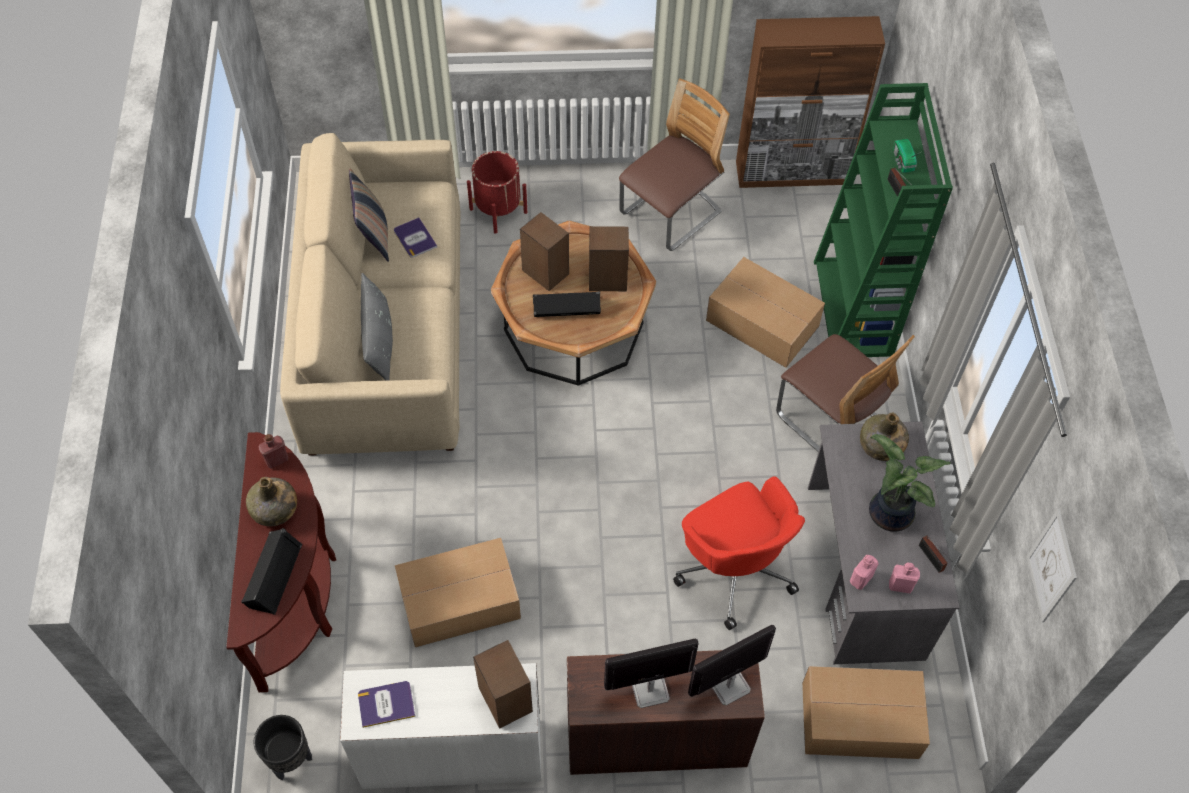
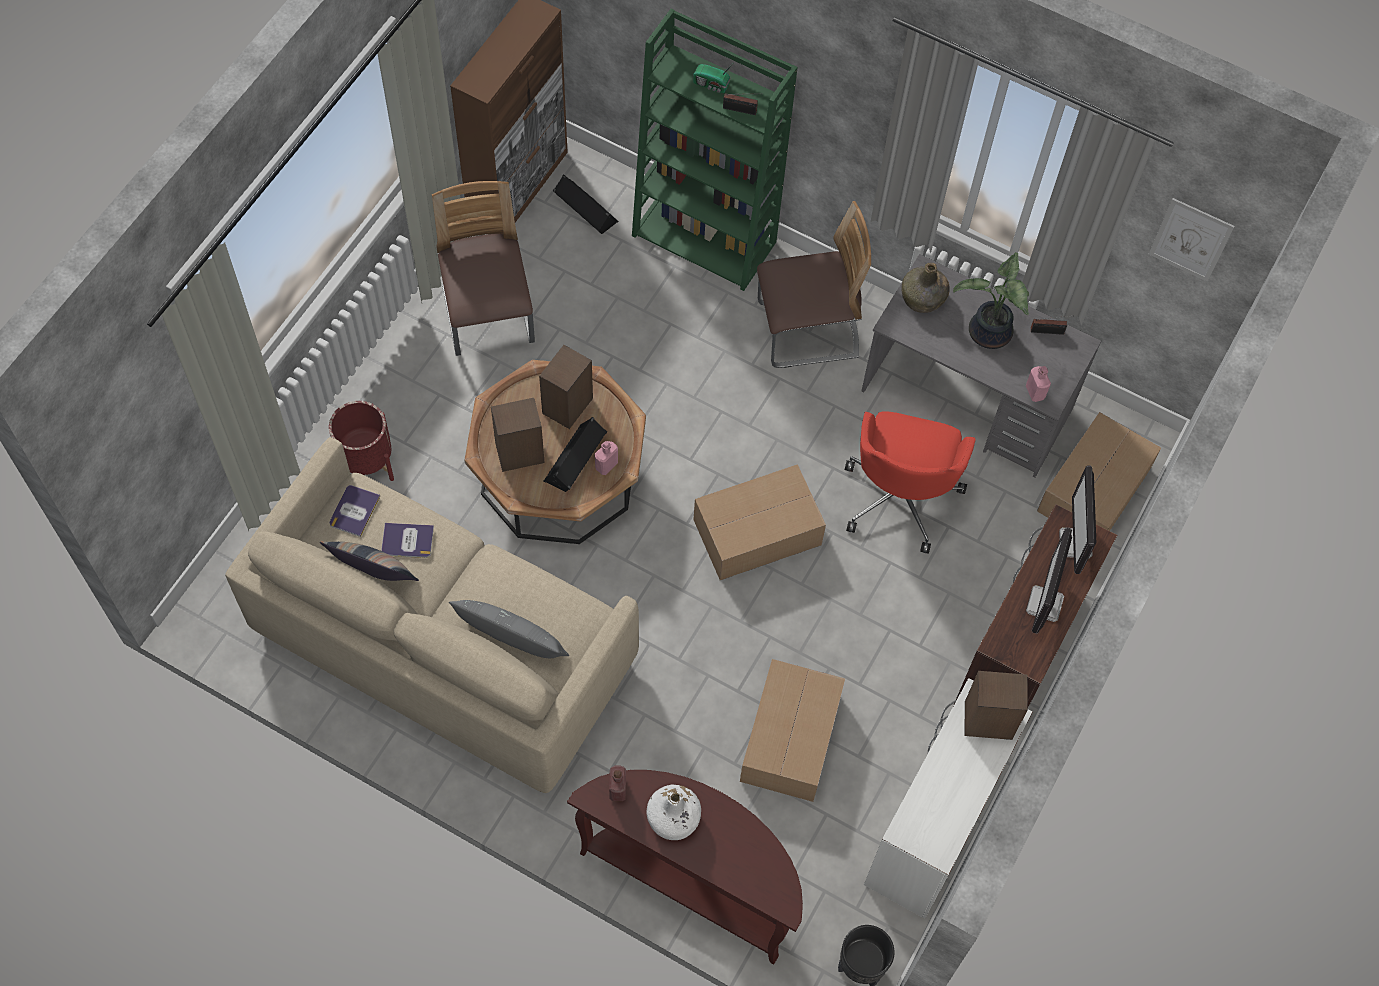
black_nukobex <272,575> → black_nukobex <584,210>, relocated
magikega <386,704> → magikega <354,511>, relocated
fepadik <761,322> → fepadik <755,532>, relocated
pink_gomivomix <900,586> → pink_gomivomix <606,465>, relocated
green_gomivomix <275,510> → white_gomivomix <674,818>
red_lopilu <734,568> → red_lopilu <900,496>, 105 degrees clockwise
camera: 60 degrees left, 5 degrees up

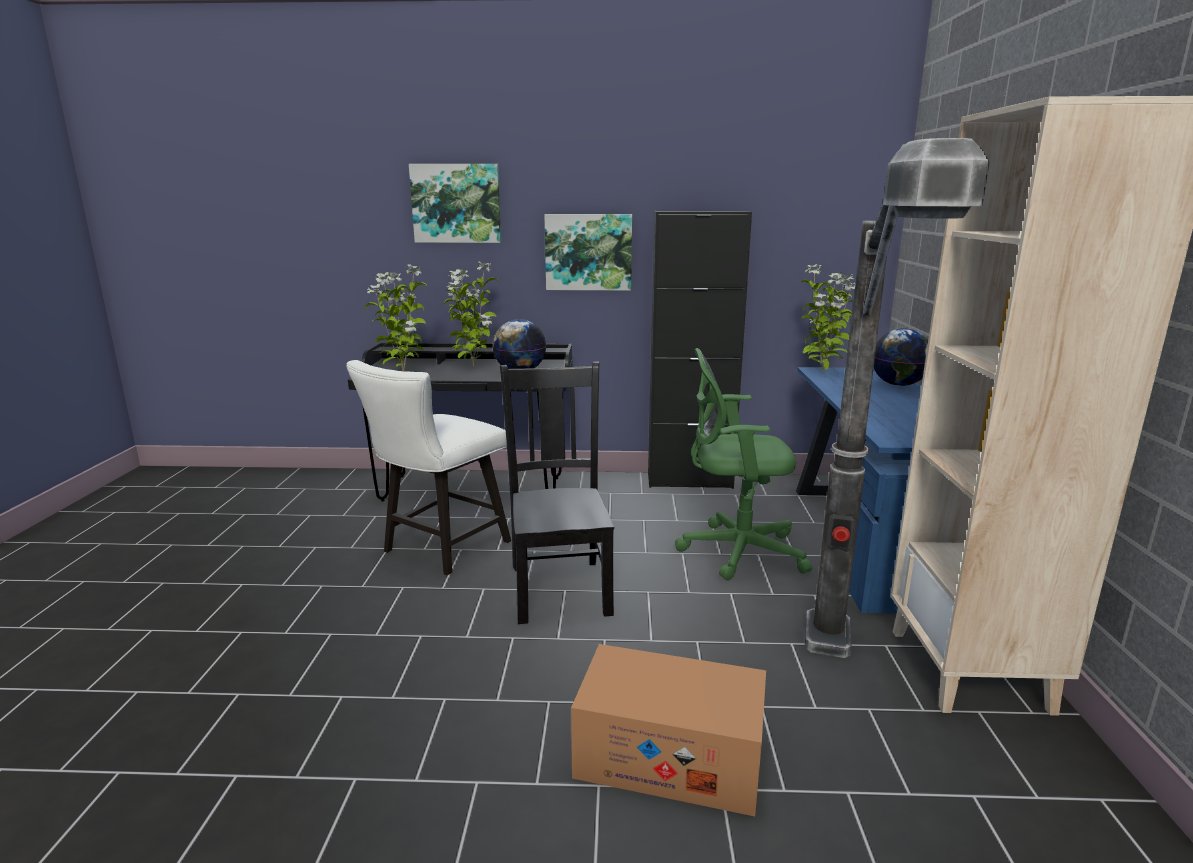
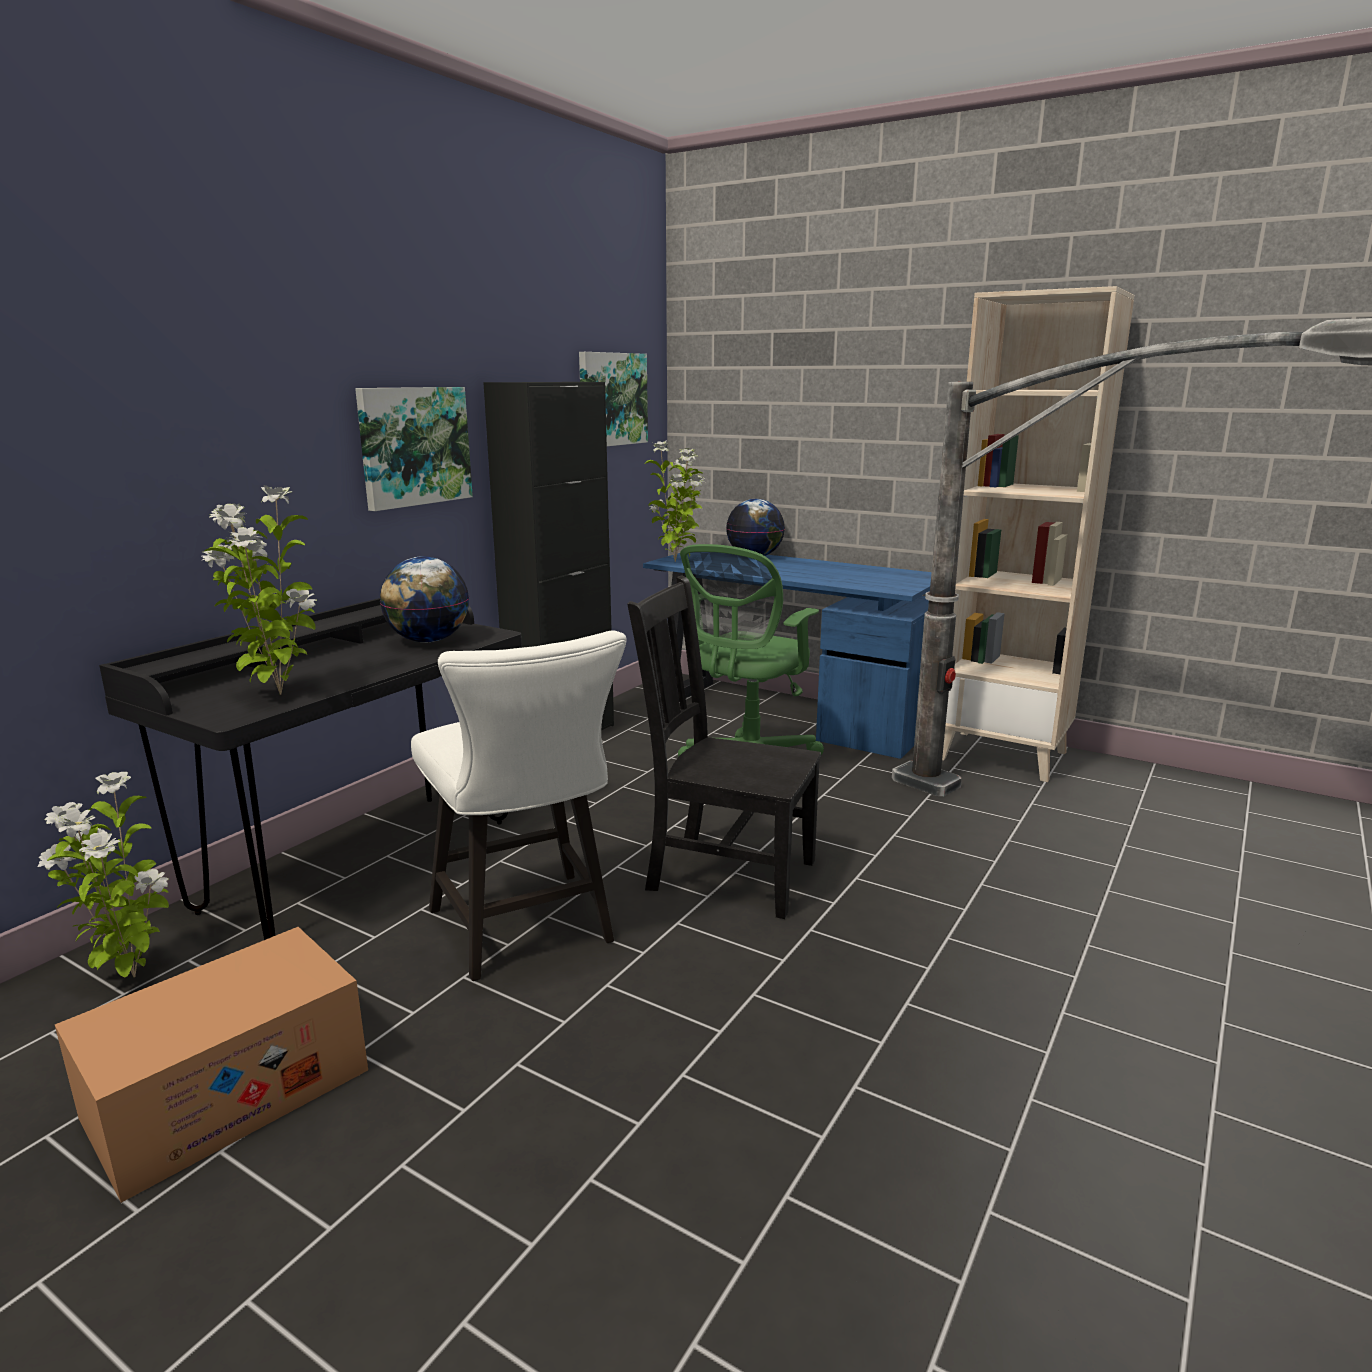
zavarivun <456,203> → zavarivun <611,399>, relocated
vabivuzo <472,366> → vabivuzo <130,977>, relocated
fepadik <669,756> → fepadik <228,1093>, relocated
camera: 60 degrees left, 0 degrees up

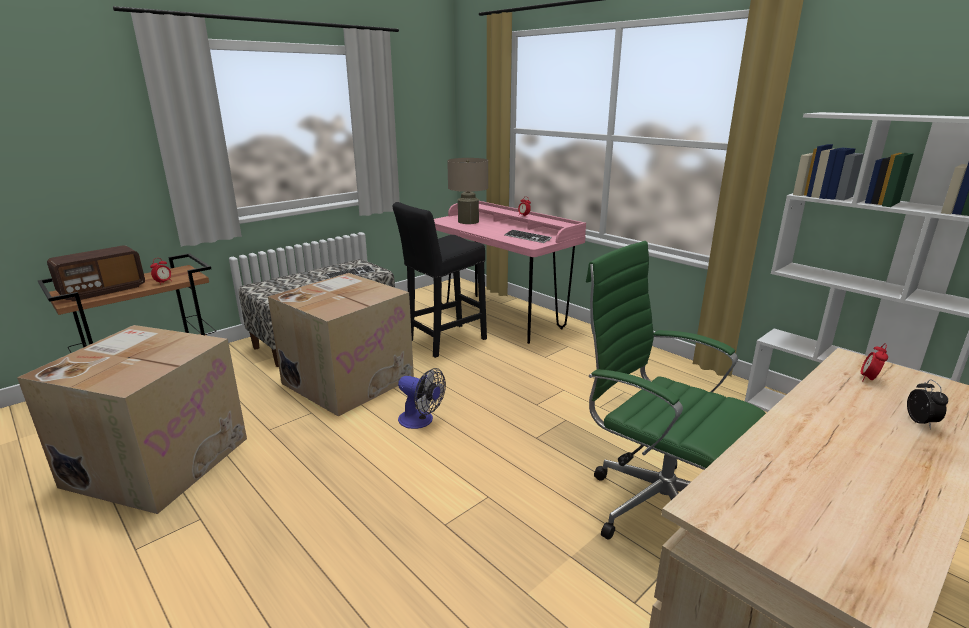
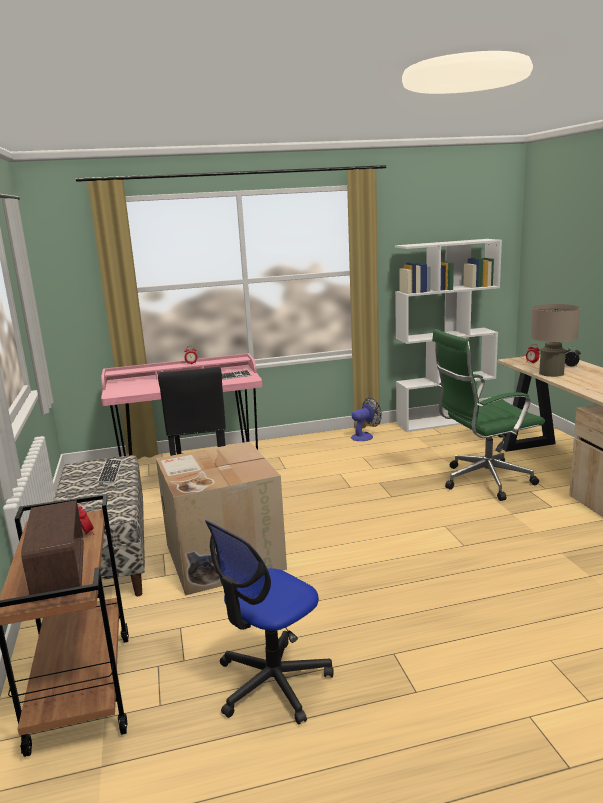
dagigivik <421,421> → dagigivik <365,436>, relocated
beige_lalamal <468,221> → beige_lalamal <551,373>, relocated
fepadik <158,460> → lopilu <272,683>
camera: 60 degrees left, 5 degrees down

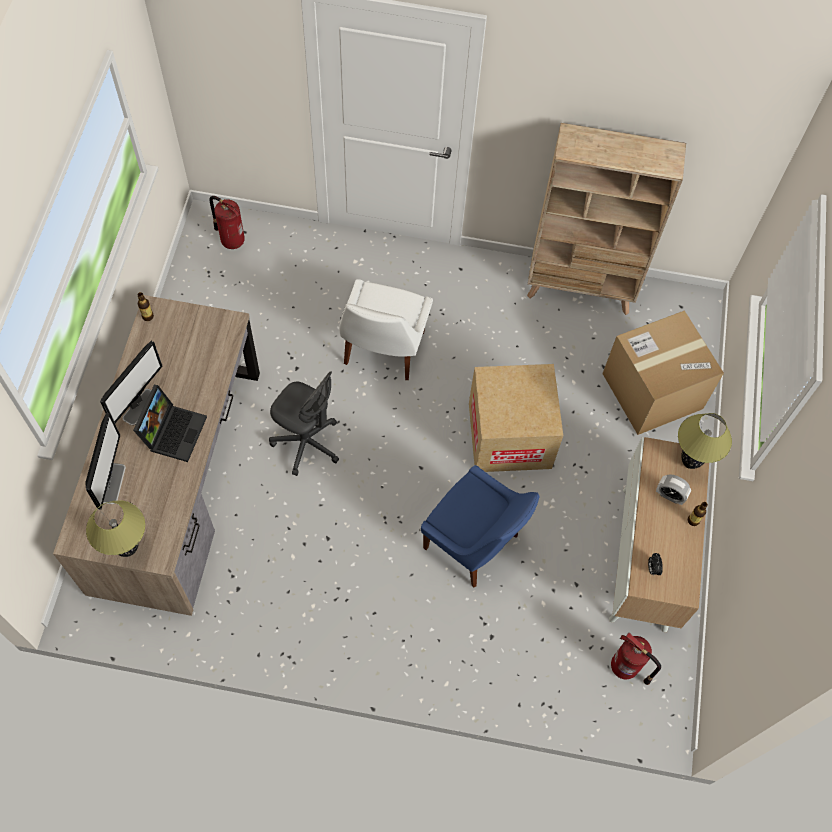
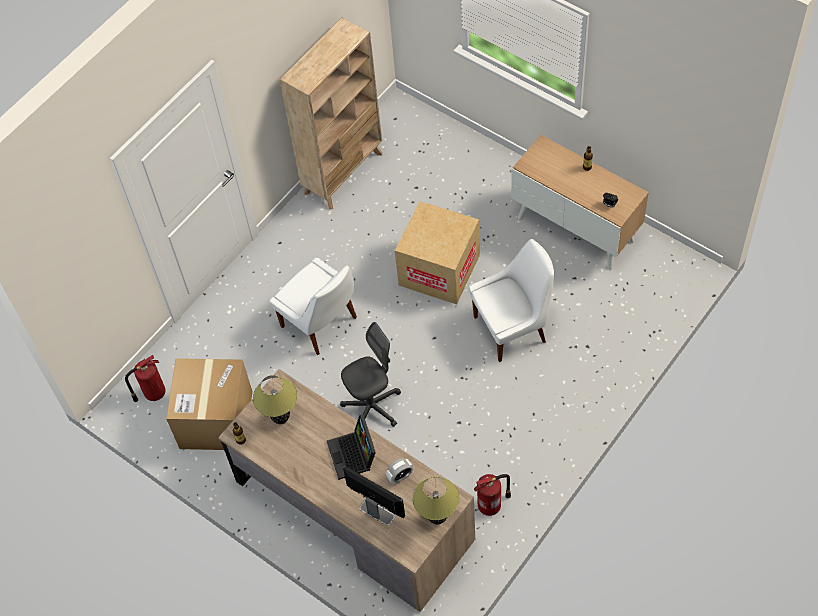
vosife <140,406> → -
fepadik <652,391> → fepadik <216,420>, relocated
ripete <626,668> → ripete <491,505>, relocated
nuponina <669,495> → nuponina <400,477>, relocated
lalamal <689,462> → lalamal <281,419>, relocated
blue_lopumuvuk <474,544> → white_lopumuvuk <512,328>
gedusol <173,431> → gedusol <354,455>, 150 degrees counterclockwise
camera: 55 degrees left, 5 degrees down

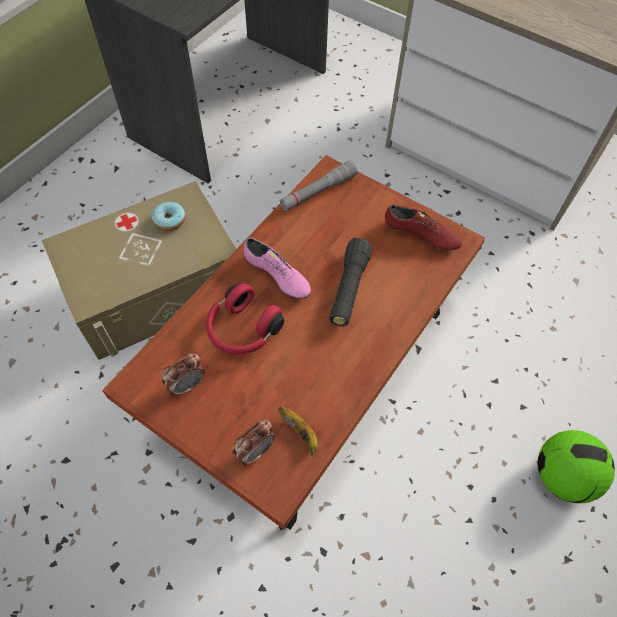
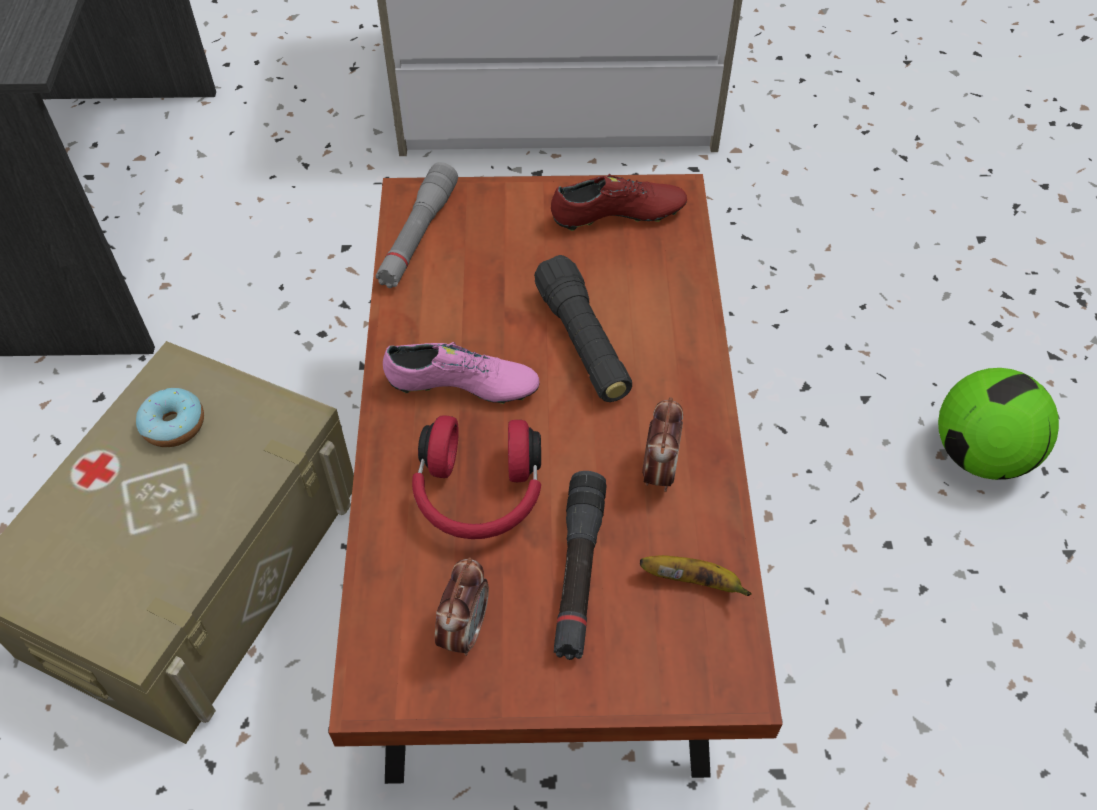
- → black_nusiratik <578,571>
nuponina <255,451> → nuponina <659,471>, relocated
camera: 35 degrees left, 5 degrees down

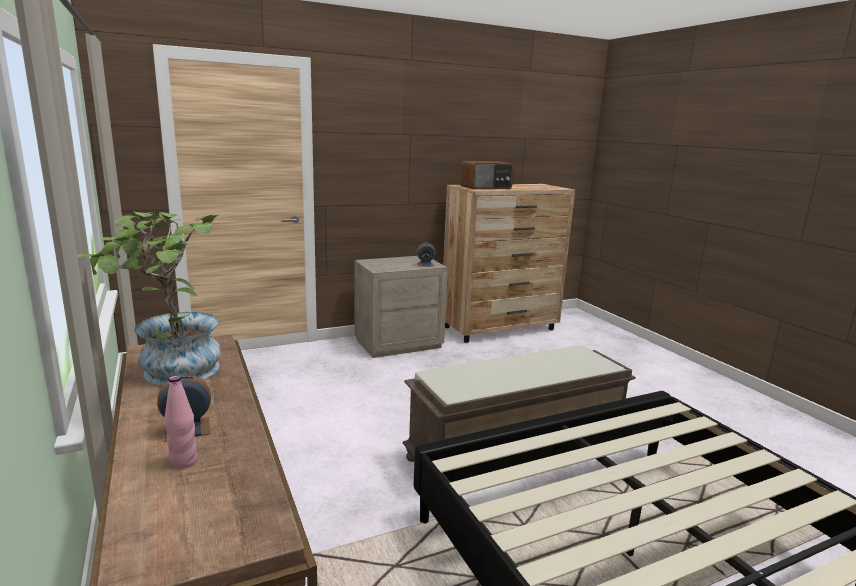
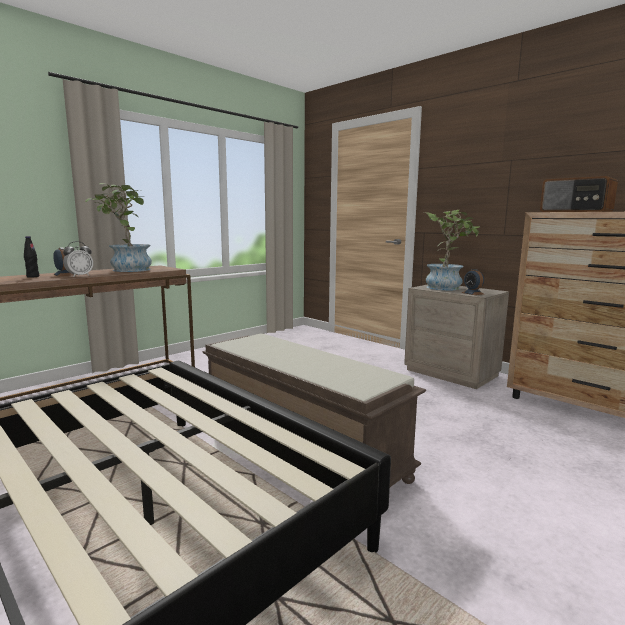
- → nuponina <79,276>
- → vabivuzo <447,287>
pink_gomivomix <183,462> → black_gomivomix <33,276>
camera: 70 degrees right, 5 degrees down

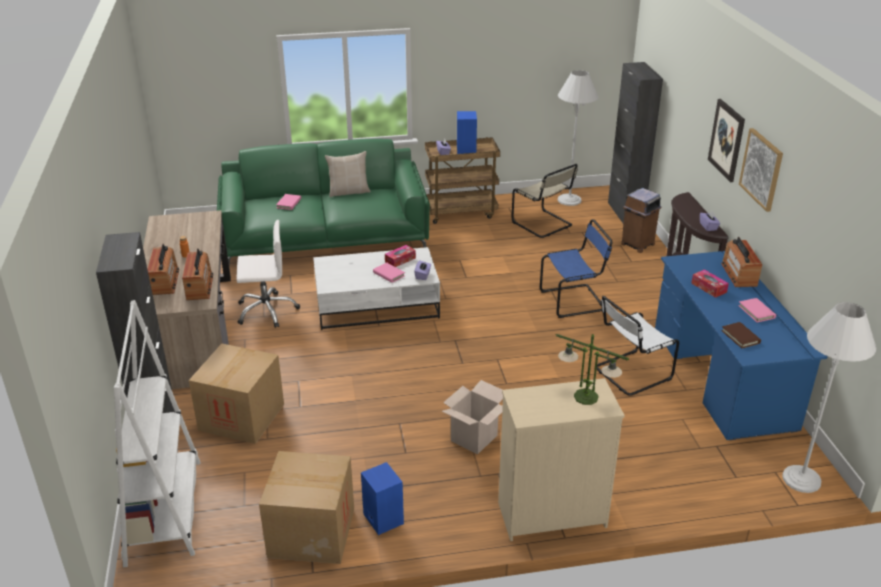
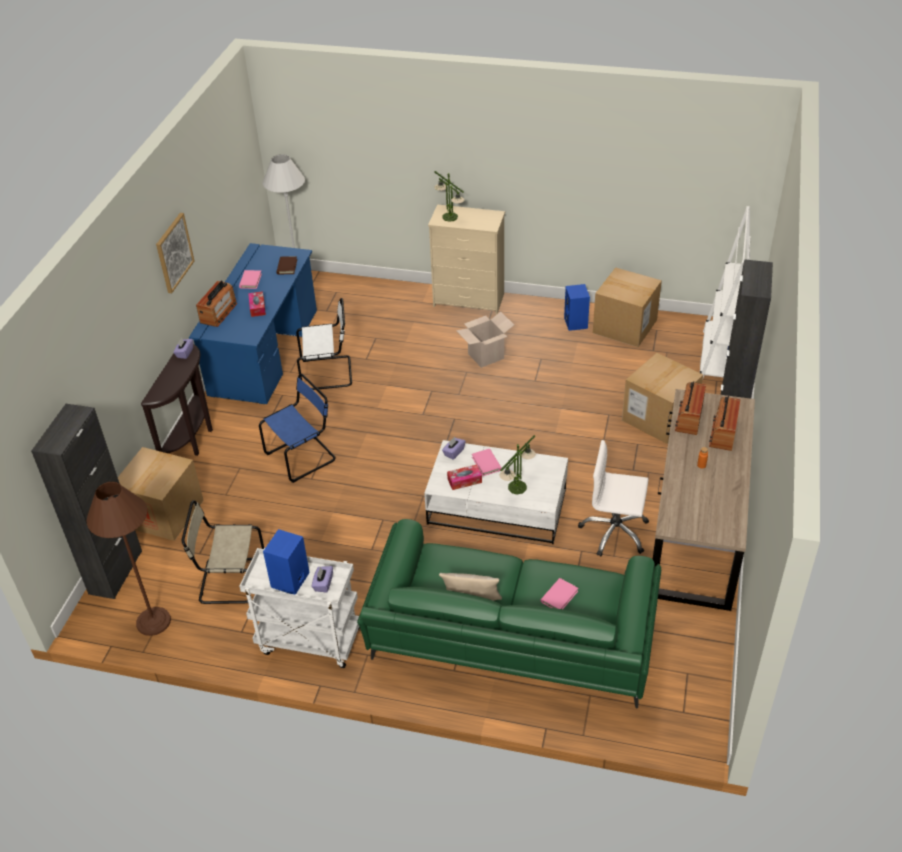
zavarivun <726,140> → -
- → lalamal <517,487>
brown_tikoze <637,244> → fepadik <164,513>
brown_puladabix <461,212> → white_puladabix <308,641>
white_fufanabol <569,200> → brown_fufanabol <153,621>
beige_lopumuvuk <543,224> → beige_lopumuvuk <230,581>, 75 degrees counterclockwise
blue_lopumuvuk <574,301> → blue_lopumuvuk <303,456>, 135 degrees clockwise
camera: 155 degrees left, 10 degrees up

